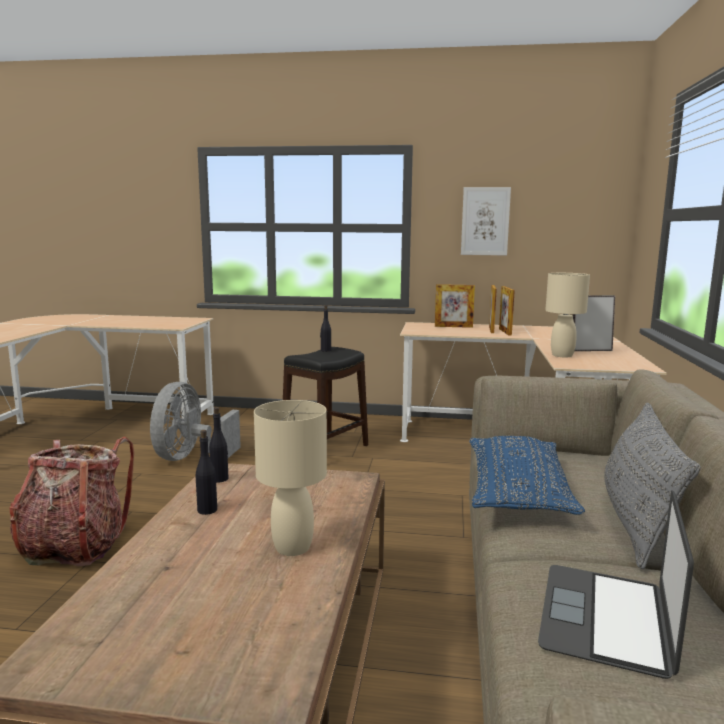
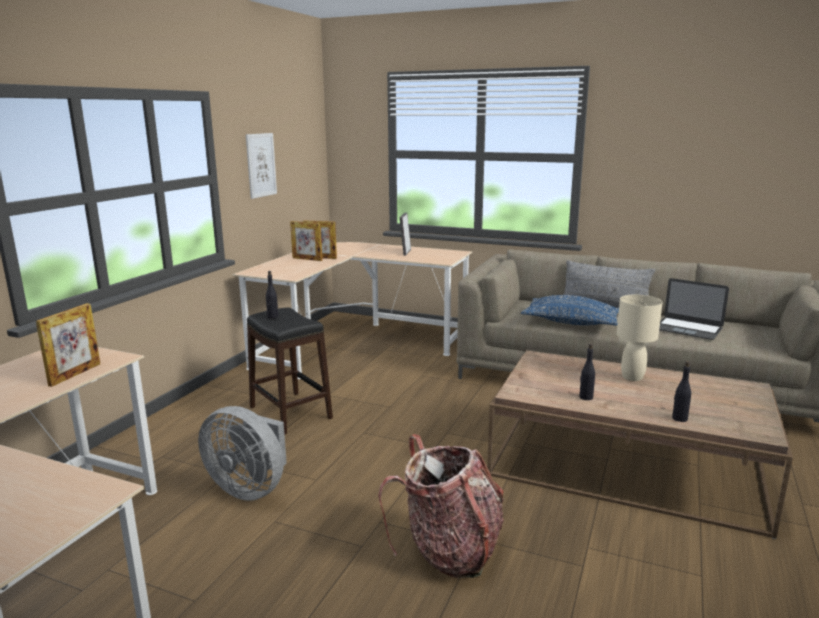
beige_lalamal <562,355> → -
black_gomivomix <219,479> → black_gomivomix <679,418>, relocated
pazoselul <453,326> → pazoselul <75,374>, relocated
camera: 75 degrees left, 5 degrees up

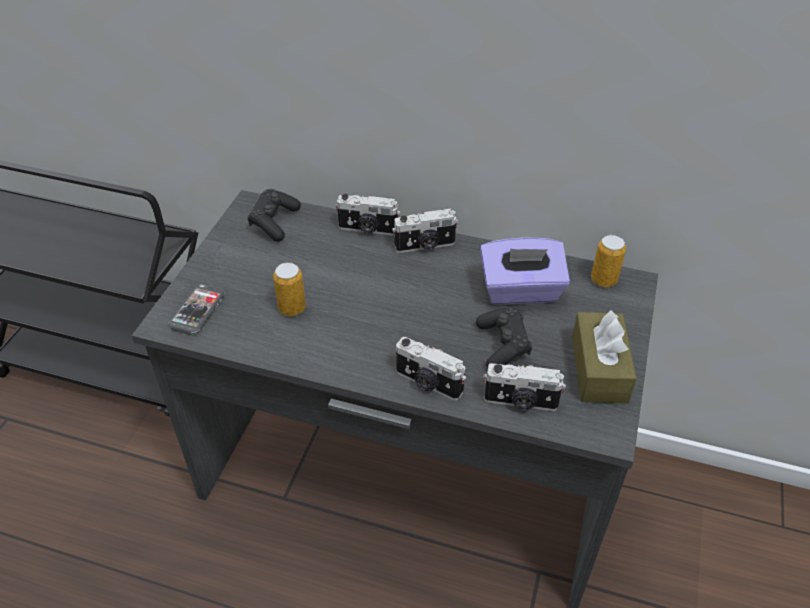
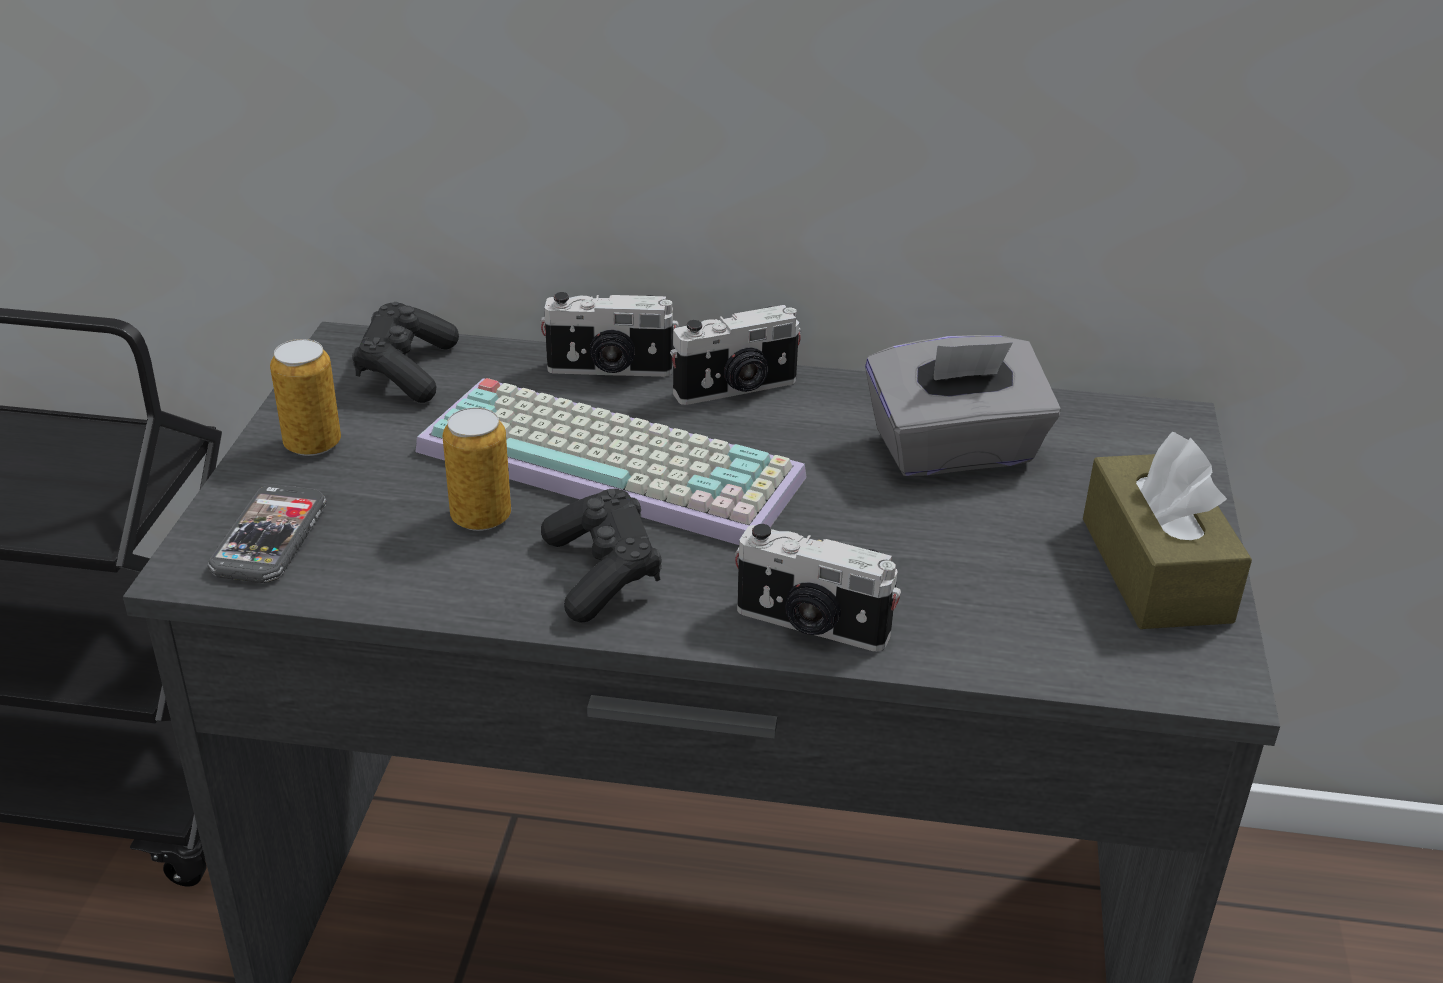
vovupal <520,402> → -
- → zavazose <617,462>
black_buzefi <503,346> → black_buzefi <602,574>, relocated
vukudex <603,280> → vukudex <312,444>, relocated
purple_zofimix <521,291> → grey_zofimix <955,451>
camera: 10 degrees left, 10 degrees down

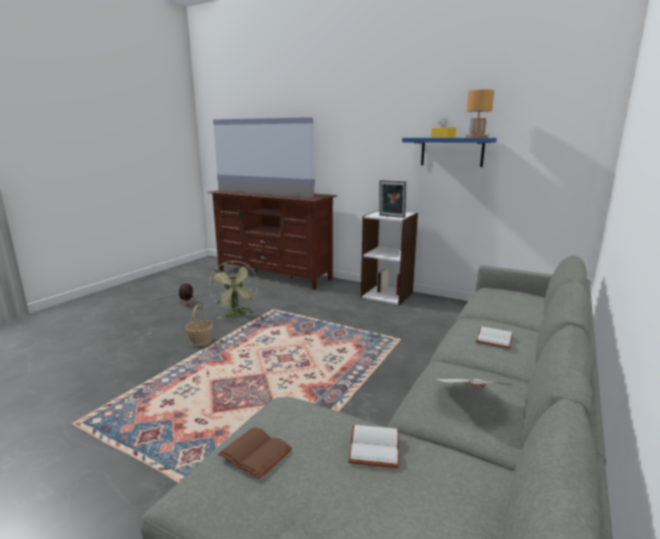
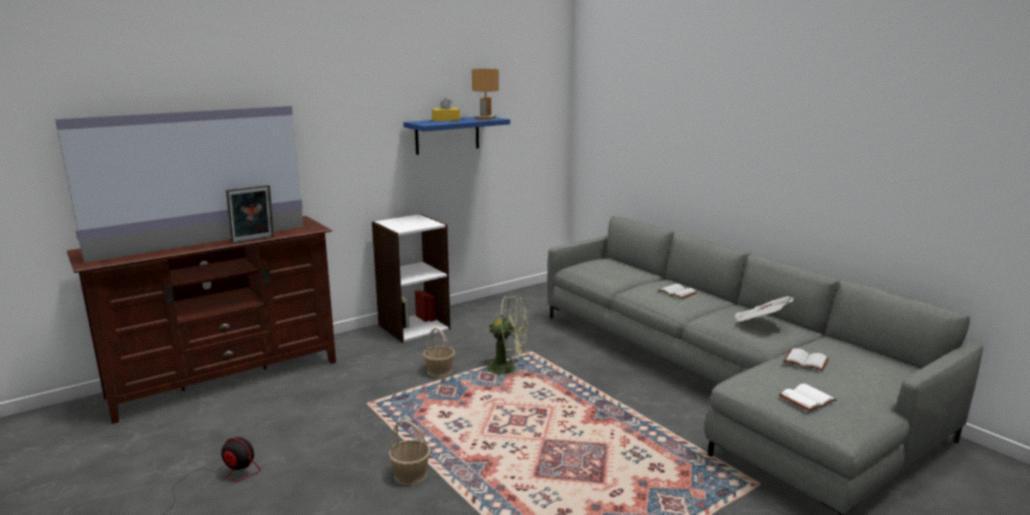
- → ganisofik <439,371>
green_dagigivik <237,315> → green_dagigivik <508,368>, relocated
pazoselul <391,216> → pazoselul <253,240>, relocated
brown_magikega <257,452> → white_magikega <806,398>
camera: 65 degrees left, 0 degrees up

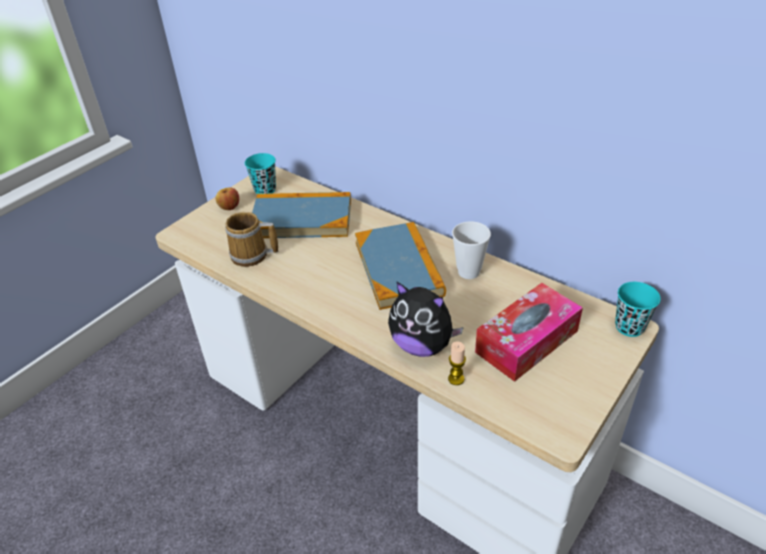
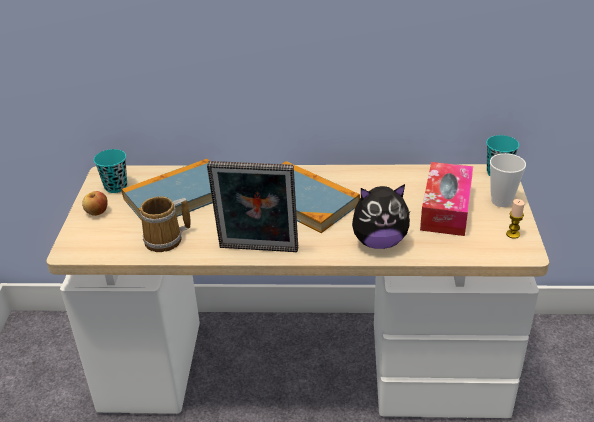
- → pazoselul <258,251>
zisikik <456,379> → zisikik <513,234>, relocated
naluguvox <468,272> → naluguvox <501,201>, relocated
camera: 35 degrees left, 5 degrees down

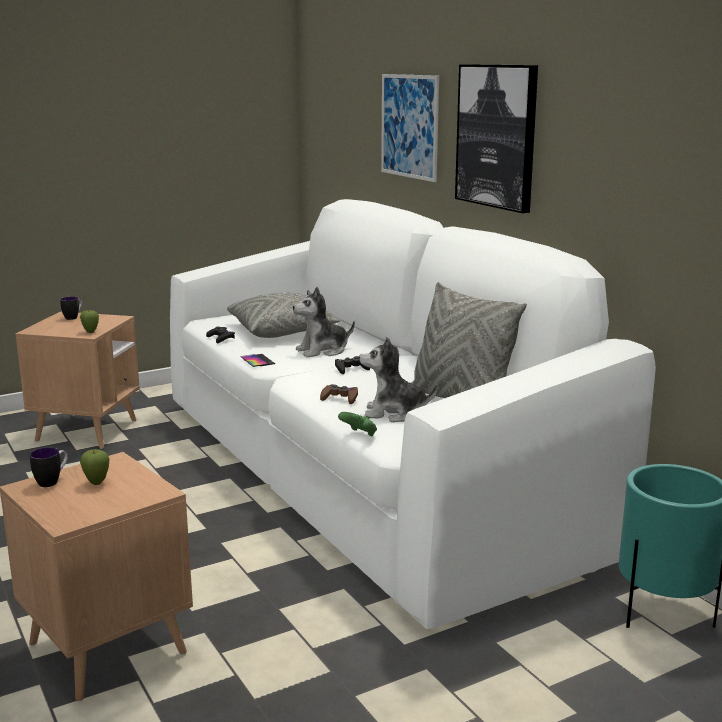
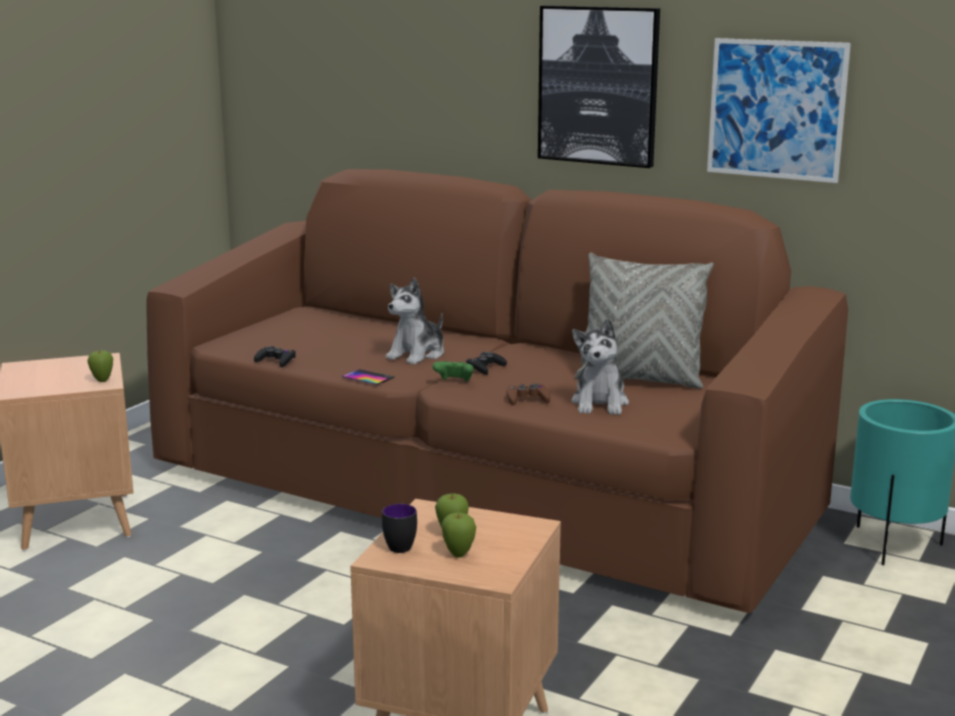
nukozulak <73,317> → -
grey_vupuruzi <283,331> → -
- → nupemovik <458,554>
green_buzefi <359,435> → green_buzefi <454,382>, relocated
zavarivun <409,126> → zavarivun <776,109>, relocated
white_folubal <362,473> → brown_folubal <478,491>
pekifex <394,413> → pekifex <600,403>, 60 degrees counterclockwise
camera: 30 degrees left, 0 degrees up

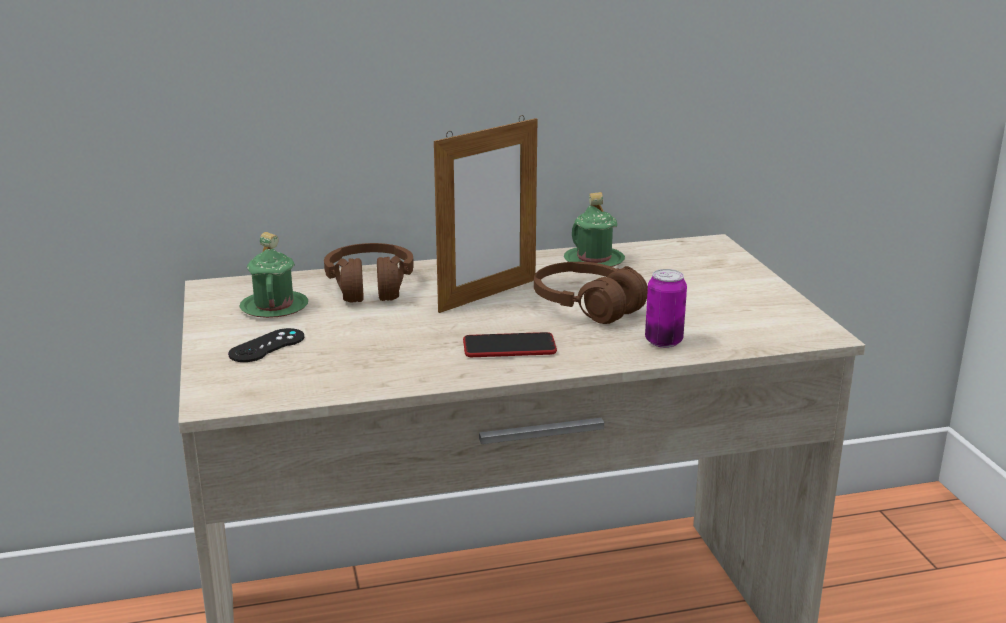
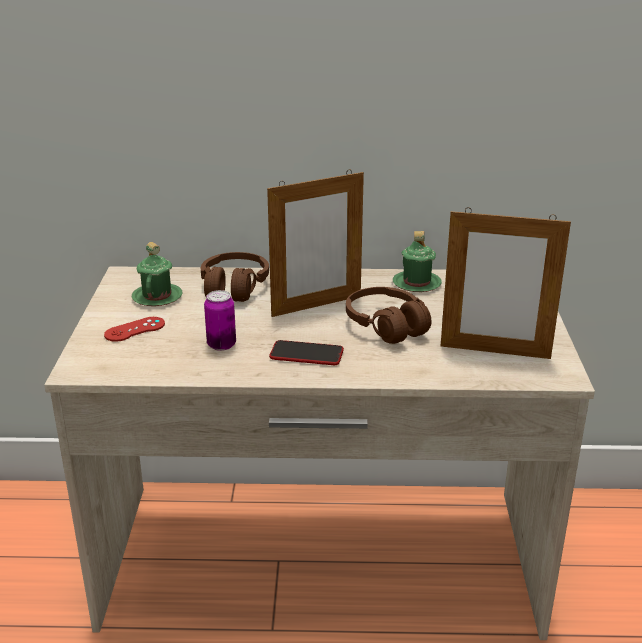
- → pazoselul <495,352>
vukudex <663,341> → vukudex <221,345>, relocated
black_buzefi <267,346> → red_buzefi <135,329>
camera: 15 degrees right, 5 degrees up

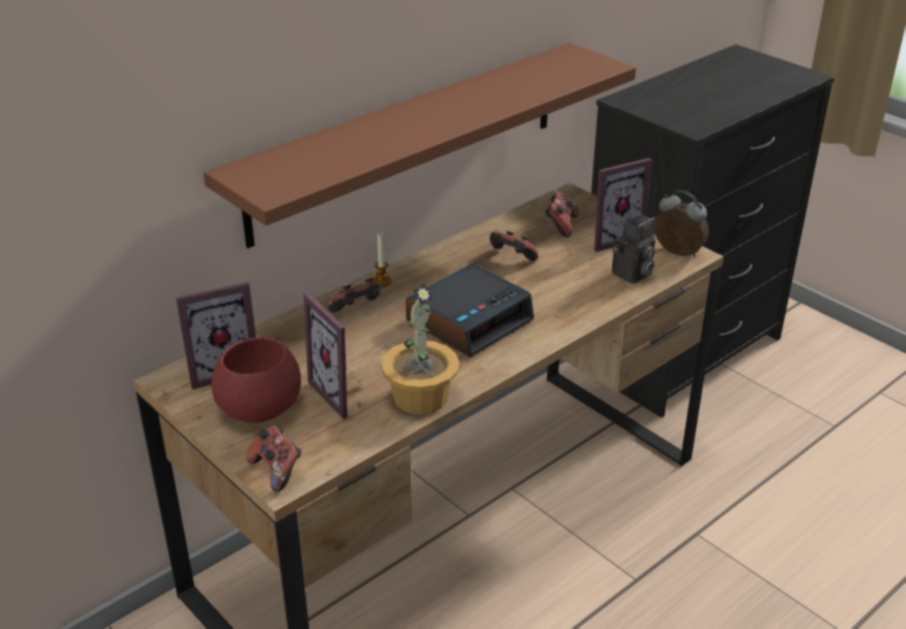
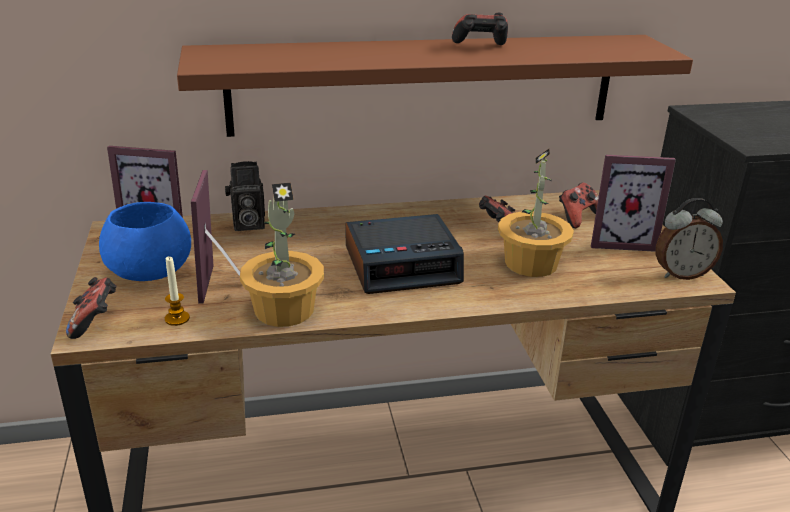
- → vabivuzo <532,263>
buzefi <358,310> → buzefi <480,47>, relocated
zisikik <382,281> → zisikik <177,318>, relocated
vovupal <632,275> → vovupal <246,225>, relocated
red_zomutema <261,406> → blue_zomutema <151,270>
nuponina <677,253> → nuponina <681,274>, 105 degrees clockwise
camera: 30 degrees right, 5 degrees down

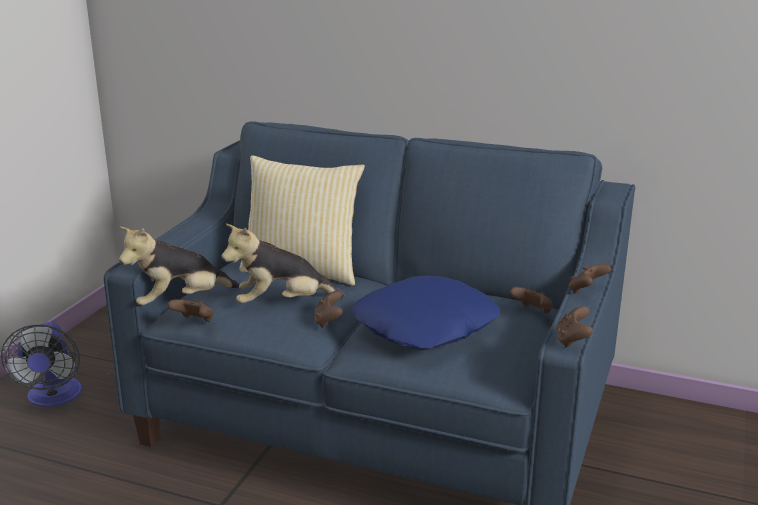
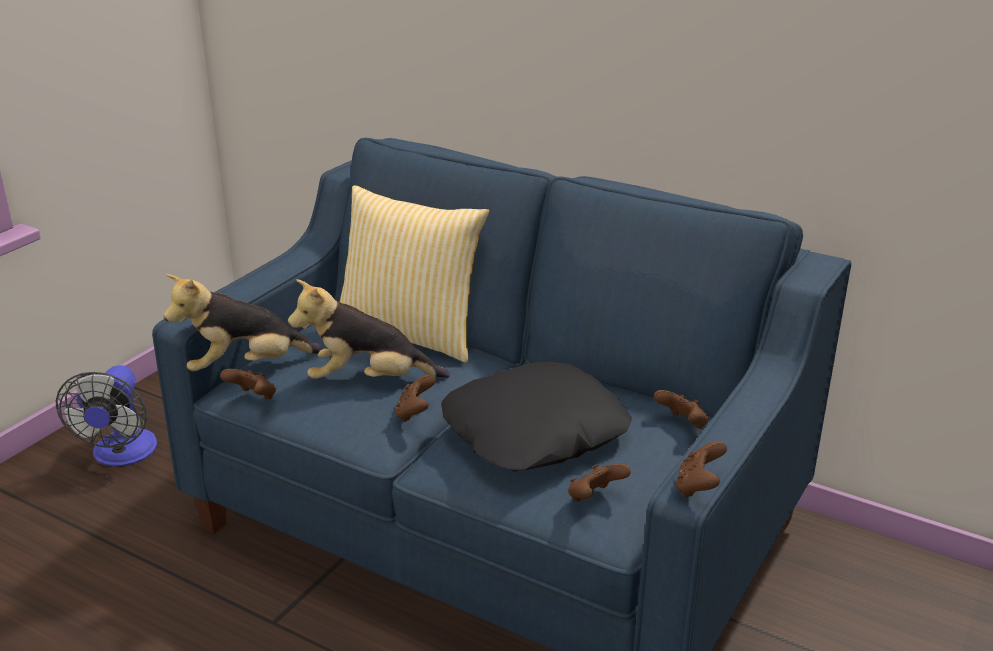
brown_buzefi <586,291> → brown_buzefi <595,498>, relocated
blue_vupuruzi <426,326> → black_vupuruzi <535,432>
camera: 10 degrees right, 5 degrees up

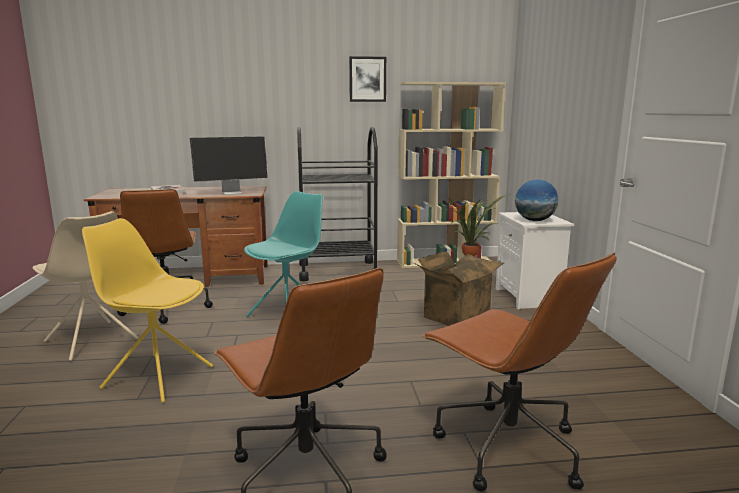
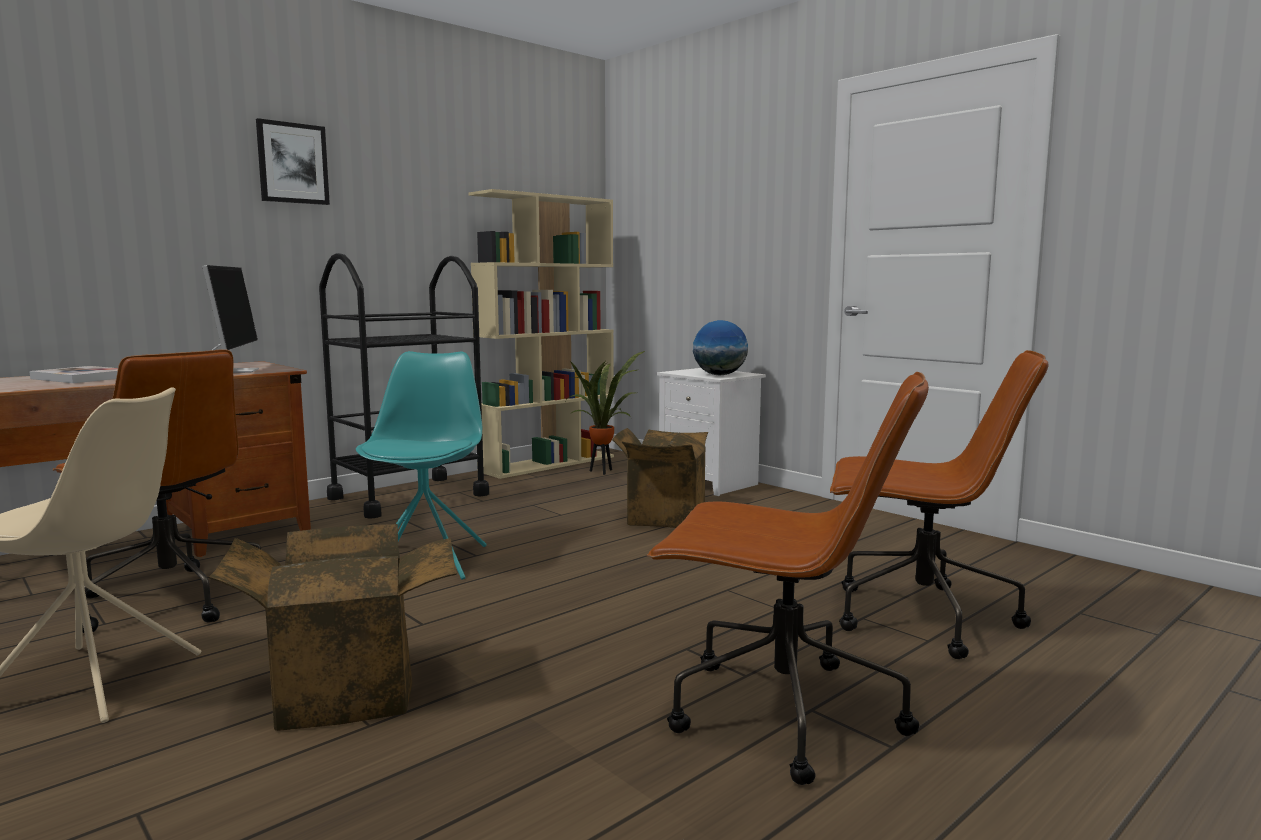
zavarivun <367,79> → zavarivun <292,163>, relocated
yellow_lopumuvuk <157,377> → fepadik <349,689>
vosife <232,193> → vosife <236,371>, 45 degrees counterclockwise
camera: 35 degrees left, 5 degrees down

